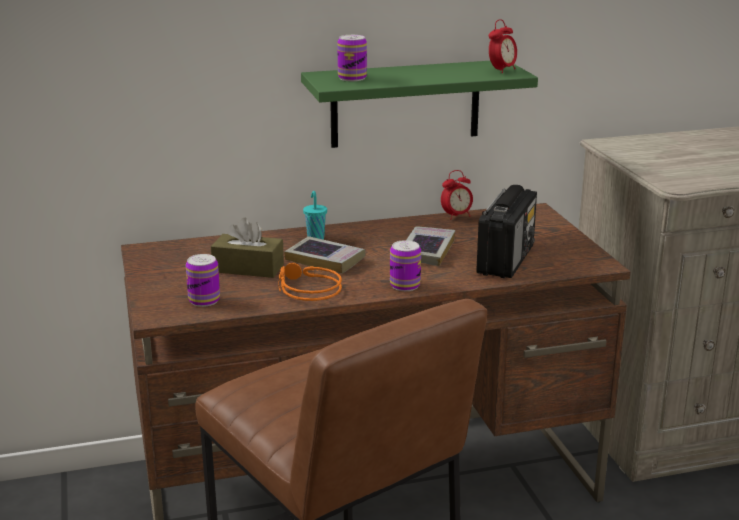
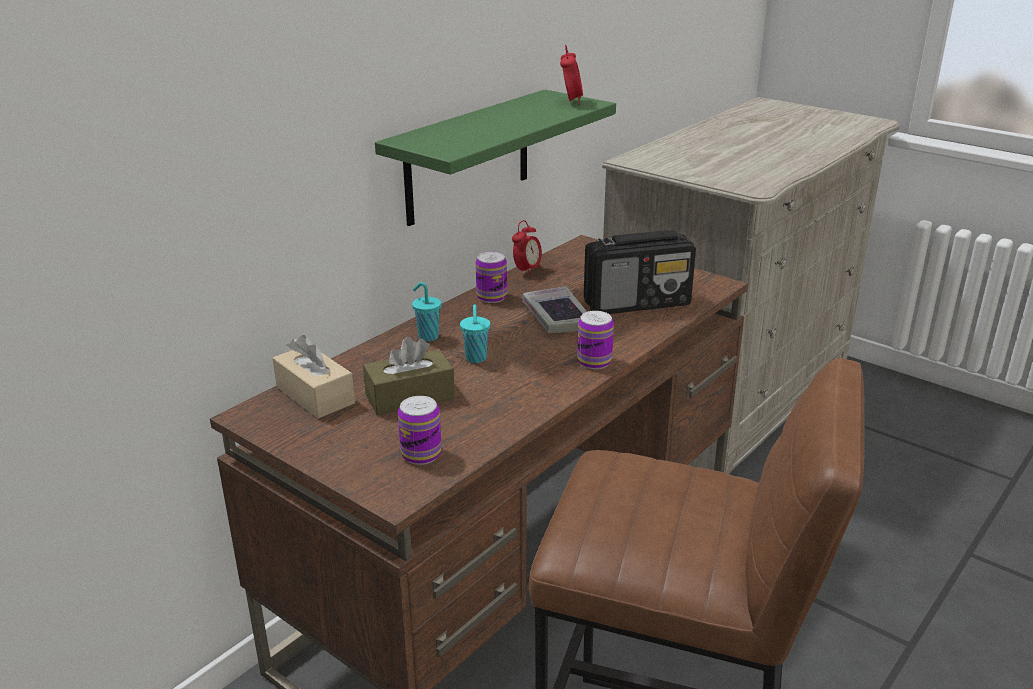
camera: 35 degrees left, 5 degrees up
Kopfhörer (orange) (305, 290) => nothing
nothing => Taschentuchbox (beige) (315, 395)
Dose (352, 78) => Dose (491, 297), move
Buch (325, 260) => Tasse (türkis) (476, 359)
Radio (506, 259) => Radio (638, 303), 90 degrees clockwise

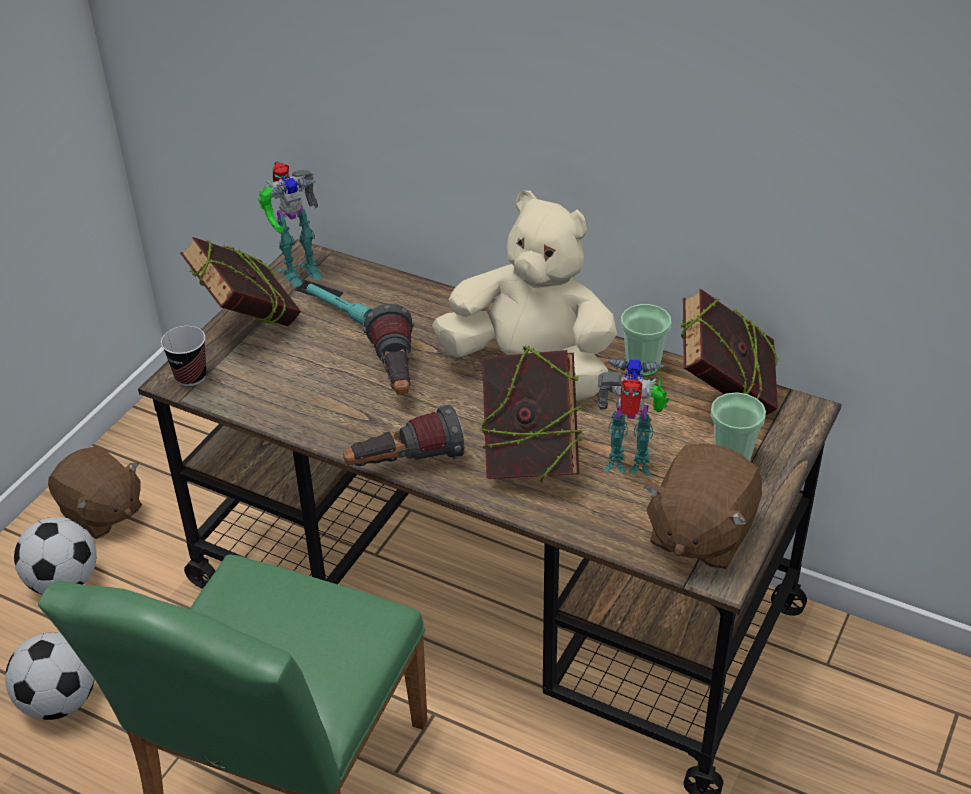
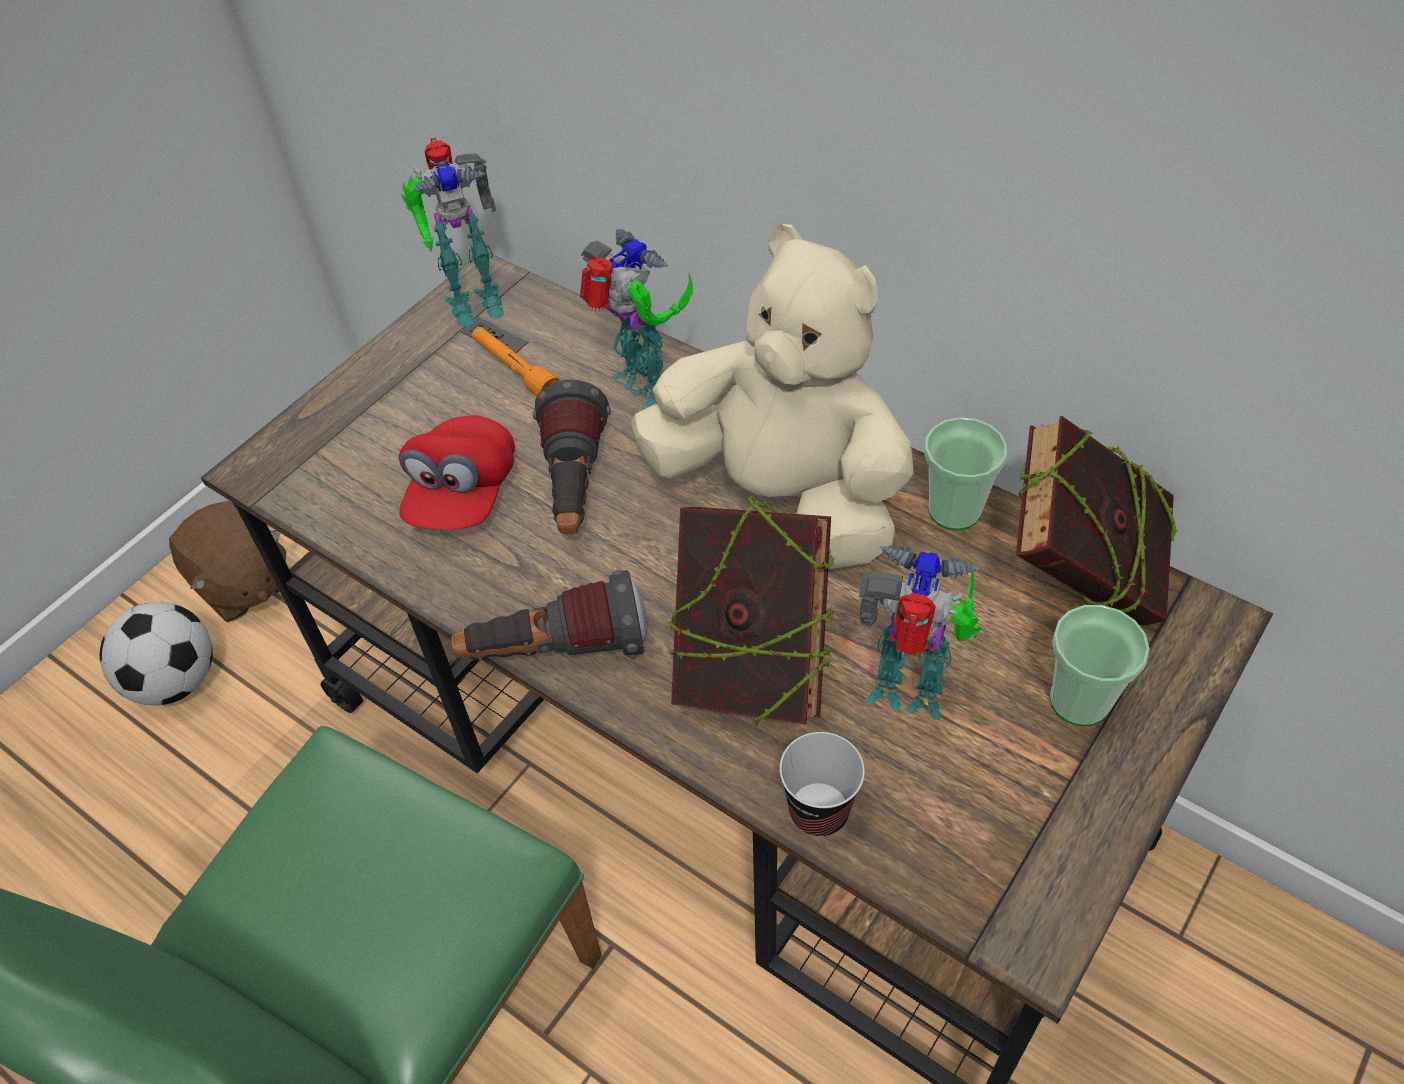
camera: 10 degrees right, 10 degrees up
Fußball (59, 701) => nothing
Buch (248, 325) => nothing
Plüschtier (braun) (700, 533) => nothing
nothing => Kappe (rot) (463, 494)
nothing => Spielzeugroboter (644, 385)
Tasse (190, 376) => Tasse (819, 811), move
Taschenlampe (türkis) (339, 310) => Taschenlampe (orange) (515, 371)

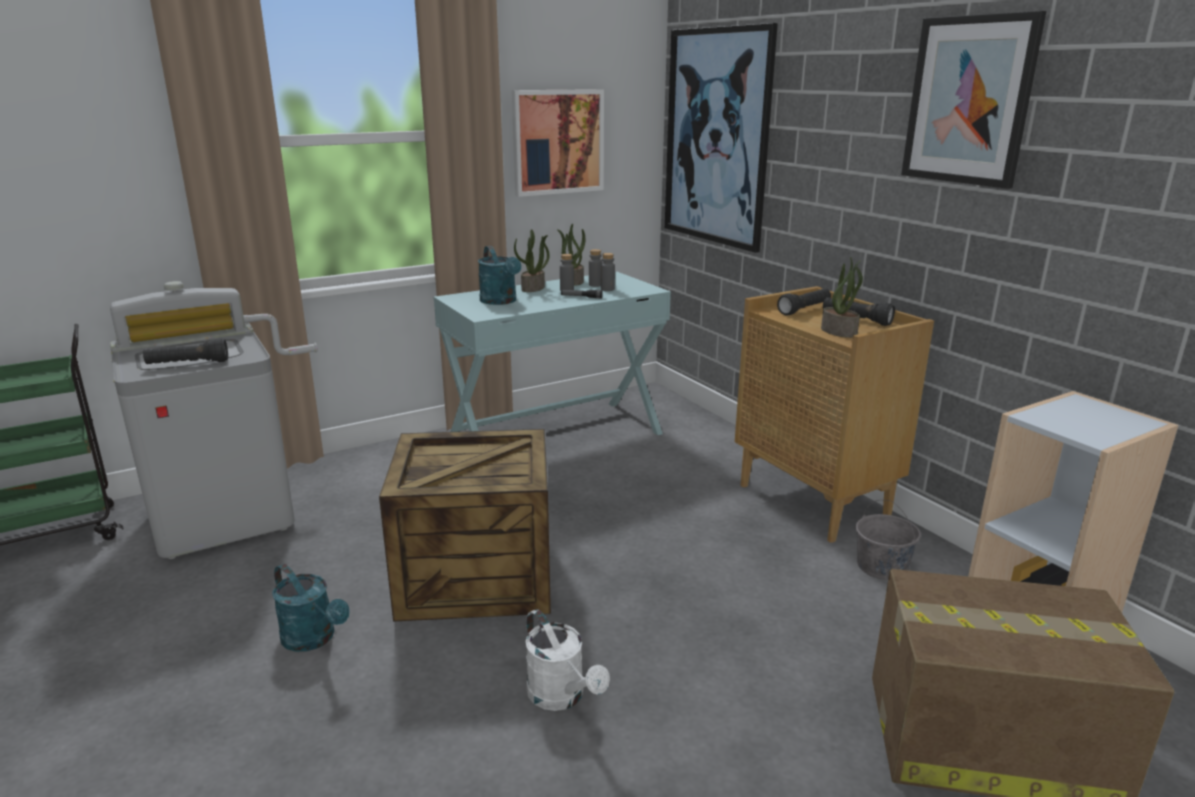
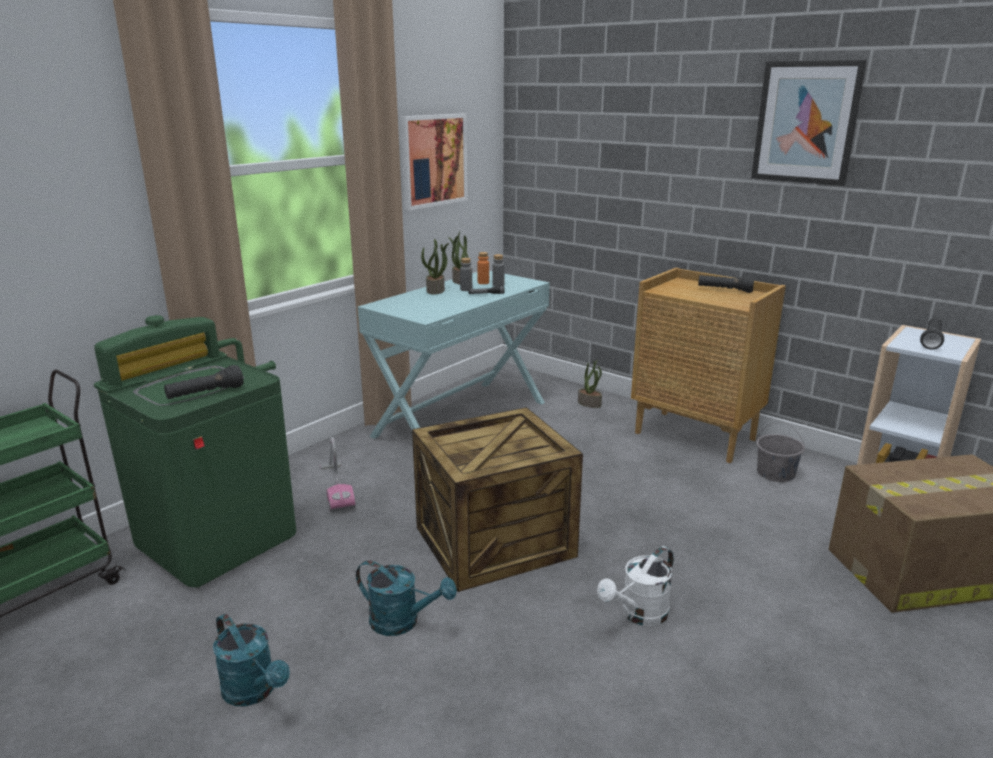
camera: 20 degrees left, 0 degrees up
Bild (716, 138) => nothing
nothing => Staubsauger (336, 487)
Gießkanne (türkis) (501, 301) => Gießkanne (türkis) (254, 692), move
Taschenlampe (schwarz) (804, 310) => Taschenlampe (schwarz) (931, 341), move
Topfpflanze (839, 332) => Topfpflanze (590, 403), move
Waschmaschine (grau) (226, 517) => Waschmaschine (grün) (219, 539)
Flasche (grau) (595, 285) => Flasche (orange) (483, 282)
Gießkanne (weiß) (562, 697) => Gießkanne (weiß) (639, 615), 105 degrees clockwise

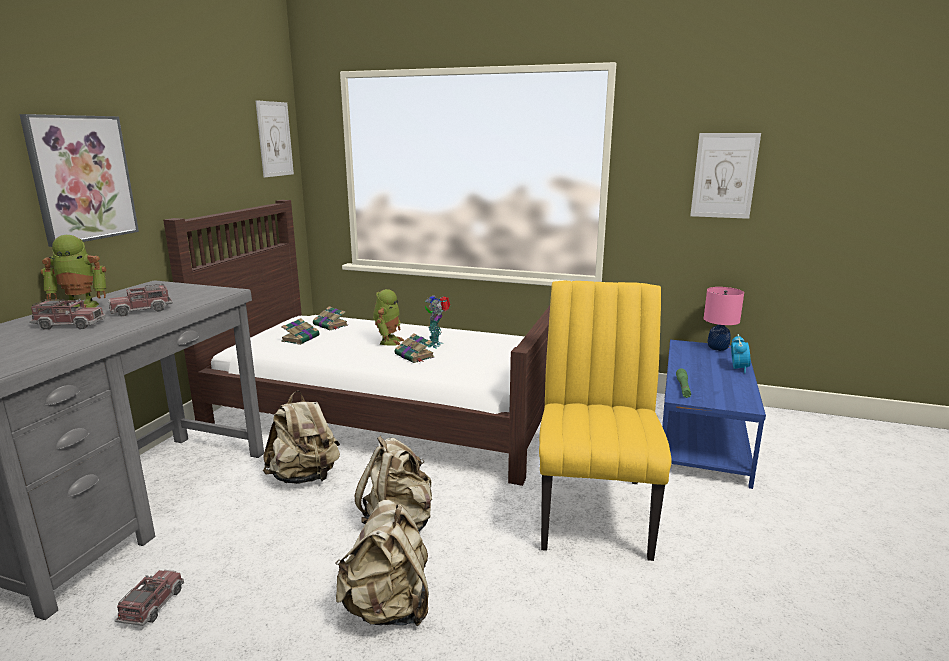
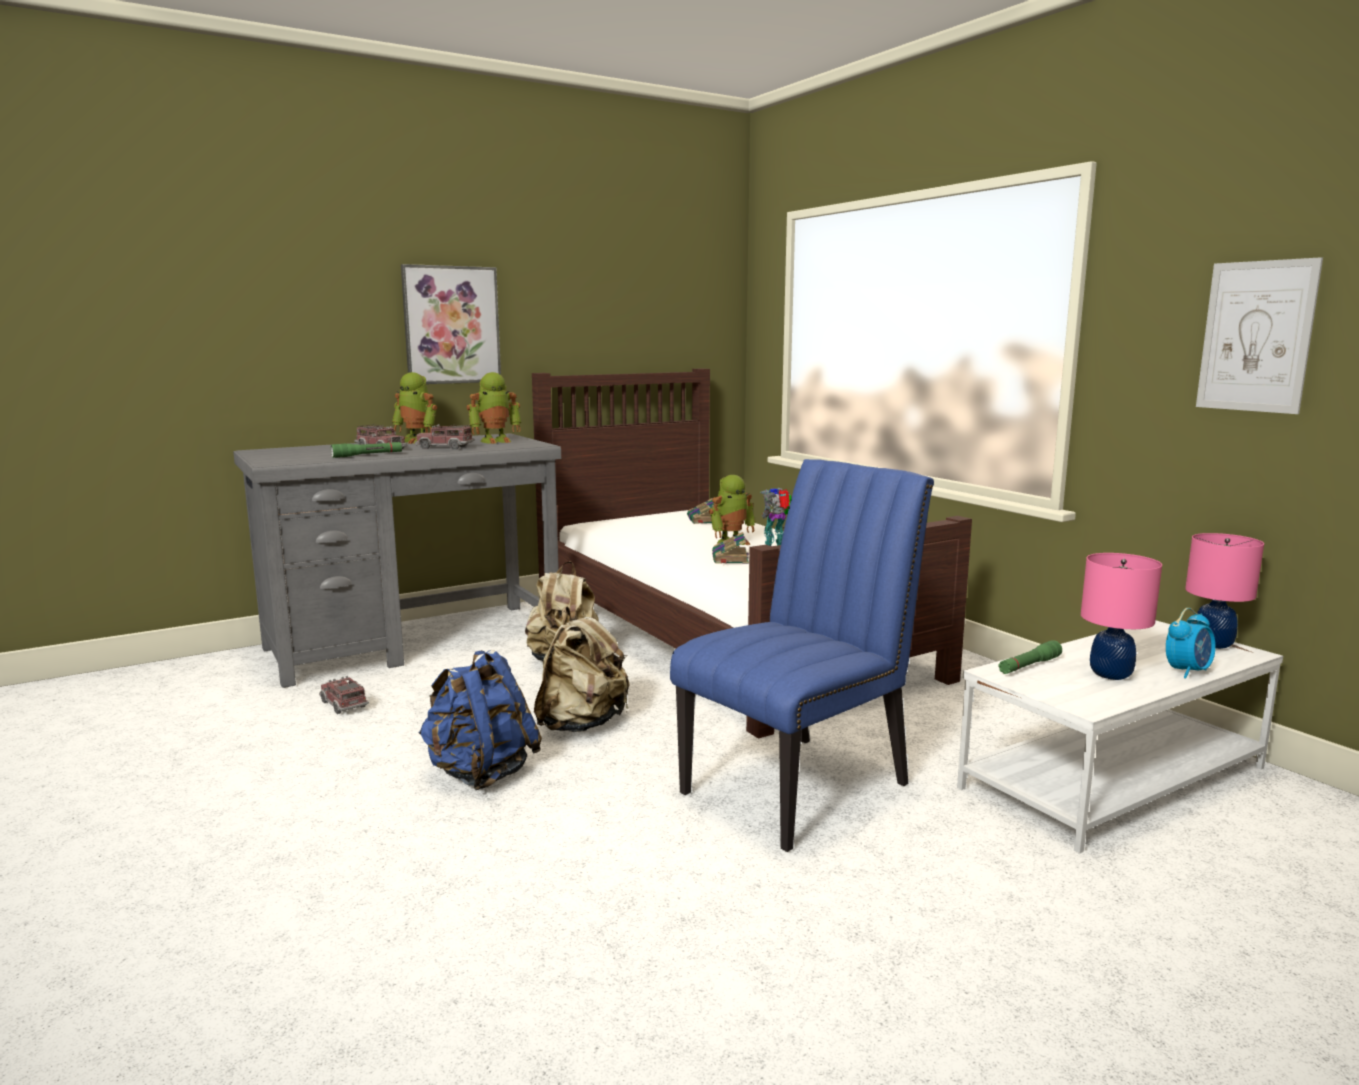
camera: 40 degrees right, 5 degrees down
Bild (274, 139) => nothing
Buch (301, 338) => nothing
nothing => Taschenlampe (grün) (367, 455)
nothing => Spielzeugroboter (495, 441)
nothing => Tischlampe (rosa) (1111, 676)
Rucksack (beige) (388, 608) => Rucksack (blau) (480, 773)
Stuhl (gelb) (594, 514) => Stuhl (blau) (795, 790)
Couchtisch (blau) (701, 435) => Couchtisch (weiß) (1113, 776)
Spielzeuglaster (152, 605) => Spielzeuglaster (344, 704), 90 degrees counterclockwise

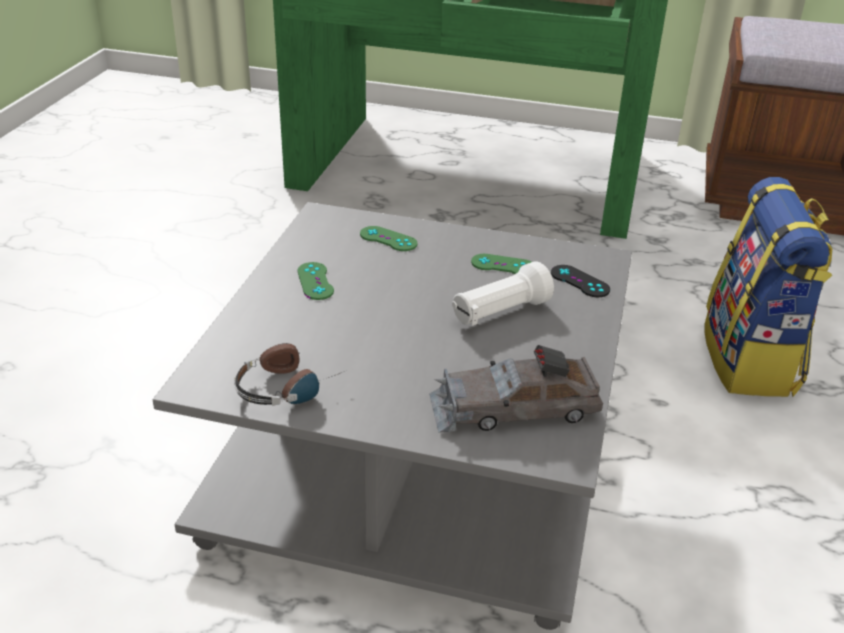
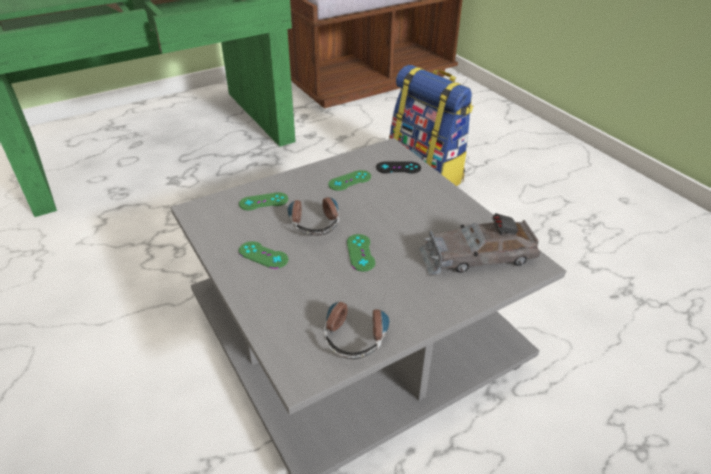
camera: 45 degrees left, 5 degrees up
Taschenlampe (weiß) (499, 312) => nothing
nothing => Kopfhörer (313, 219)
nothing => Gamepad (grün) (360, 252)
Spielzeugauto (grau) (513, 407) => Spielzeugauto (grau) (477, 256), 45 degrees clockwise

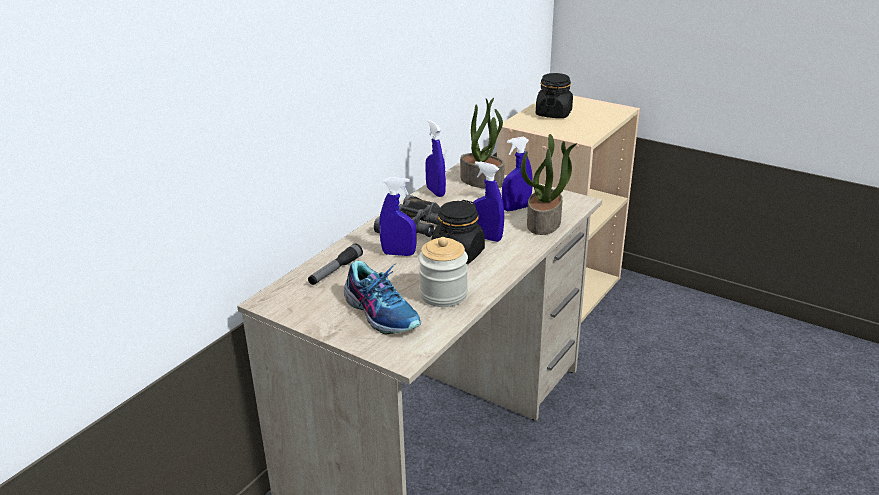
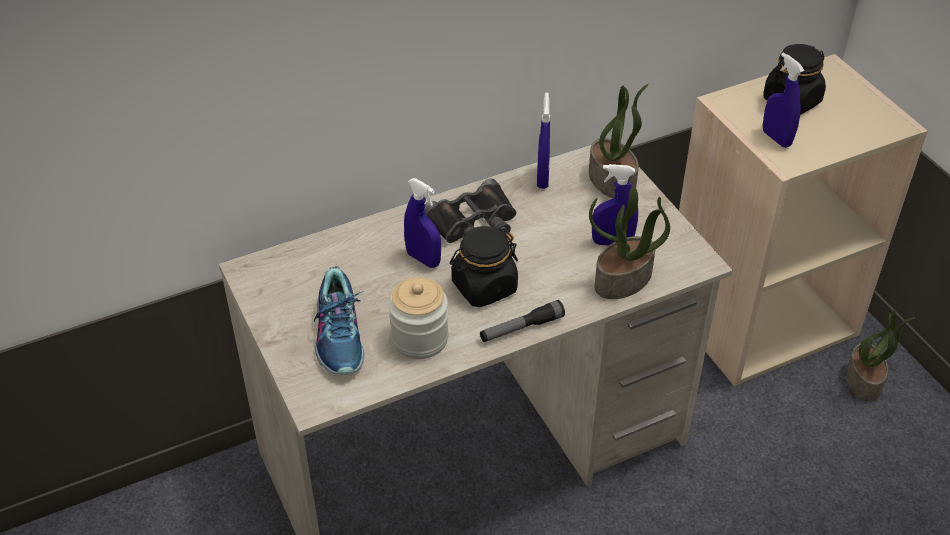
camera: 30 degrees right, 15 degrees up
nothing => Topfpflanze (864, 381)
Taschenlampe (335, 271) => Taschenlampe (521, 328), move
Sprühflasche (blau) (486, 238) => Sprühflasche (blau) (776, 138), move

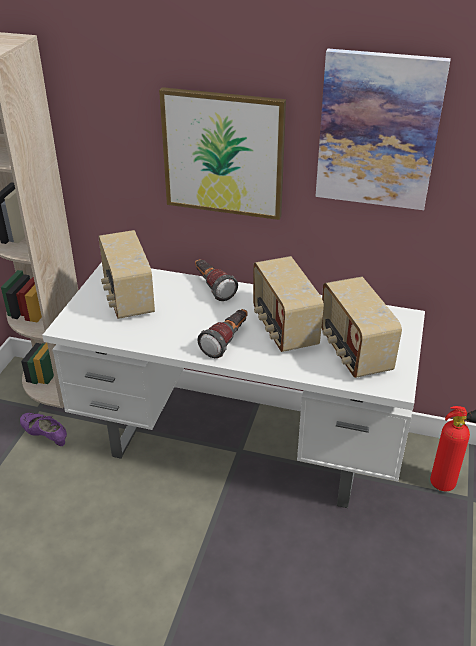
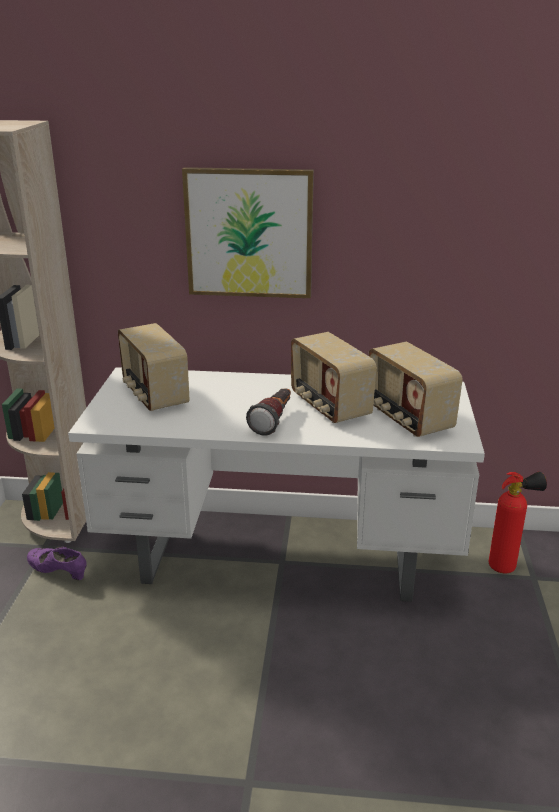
camera: 10 degrees left, 10 degrees down
Taschenlampe (212, 287) => nothing
Bild (378, 131) => nothing

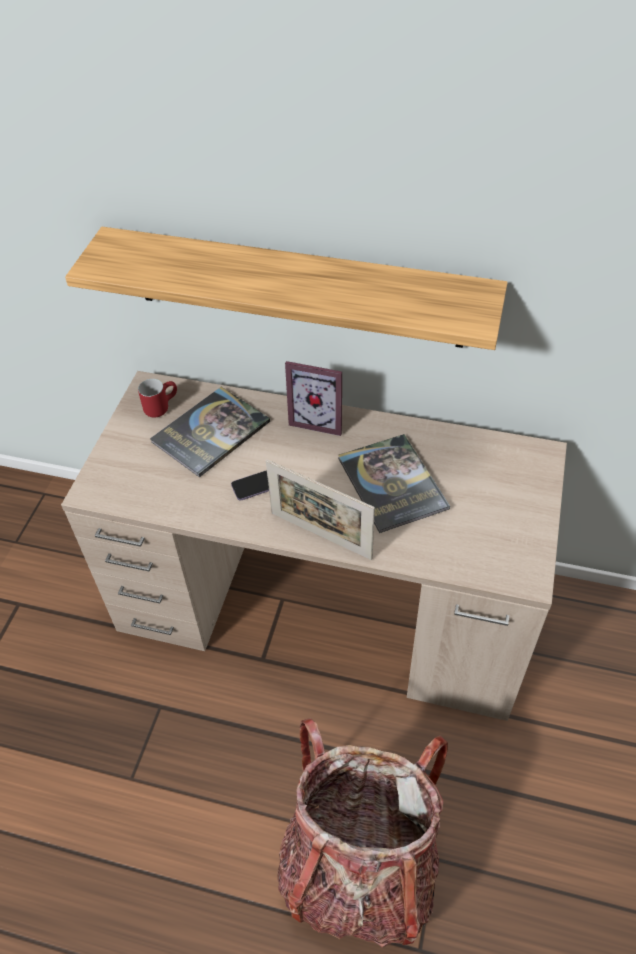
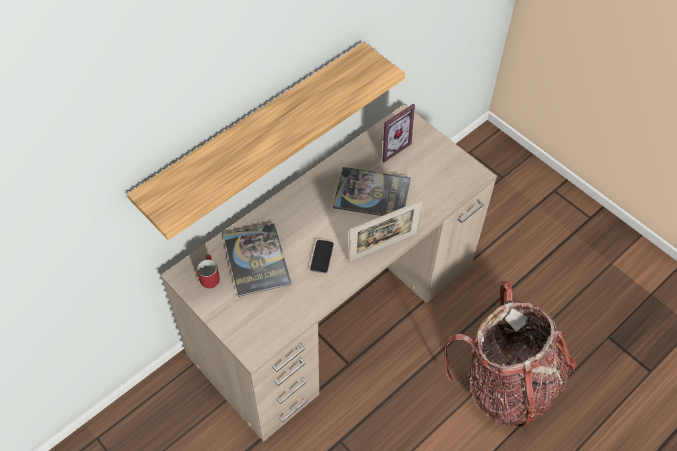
camera: 60 degrees left, 5 degrees up
Bilderrahmen (319, 419) => Bilderrahmen (390, 147), move

